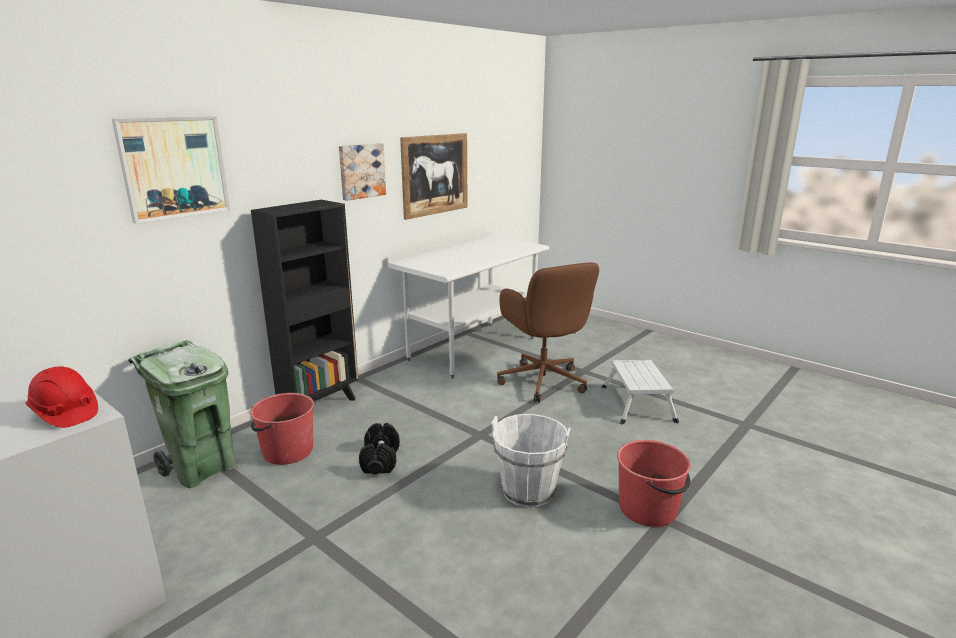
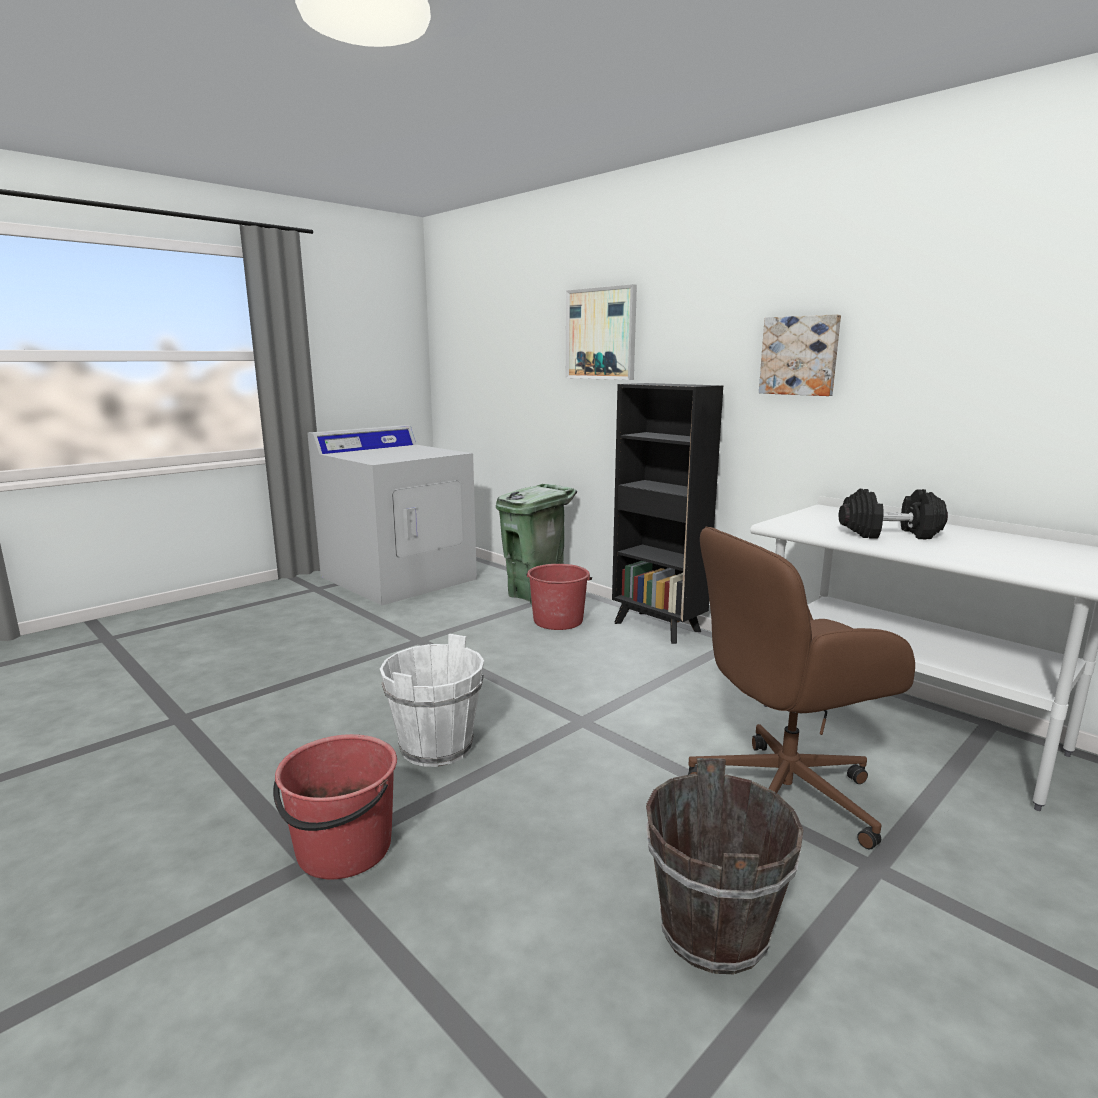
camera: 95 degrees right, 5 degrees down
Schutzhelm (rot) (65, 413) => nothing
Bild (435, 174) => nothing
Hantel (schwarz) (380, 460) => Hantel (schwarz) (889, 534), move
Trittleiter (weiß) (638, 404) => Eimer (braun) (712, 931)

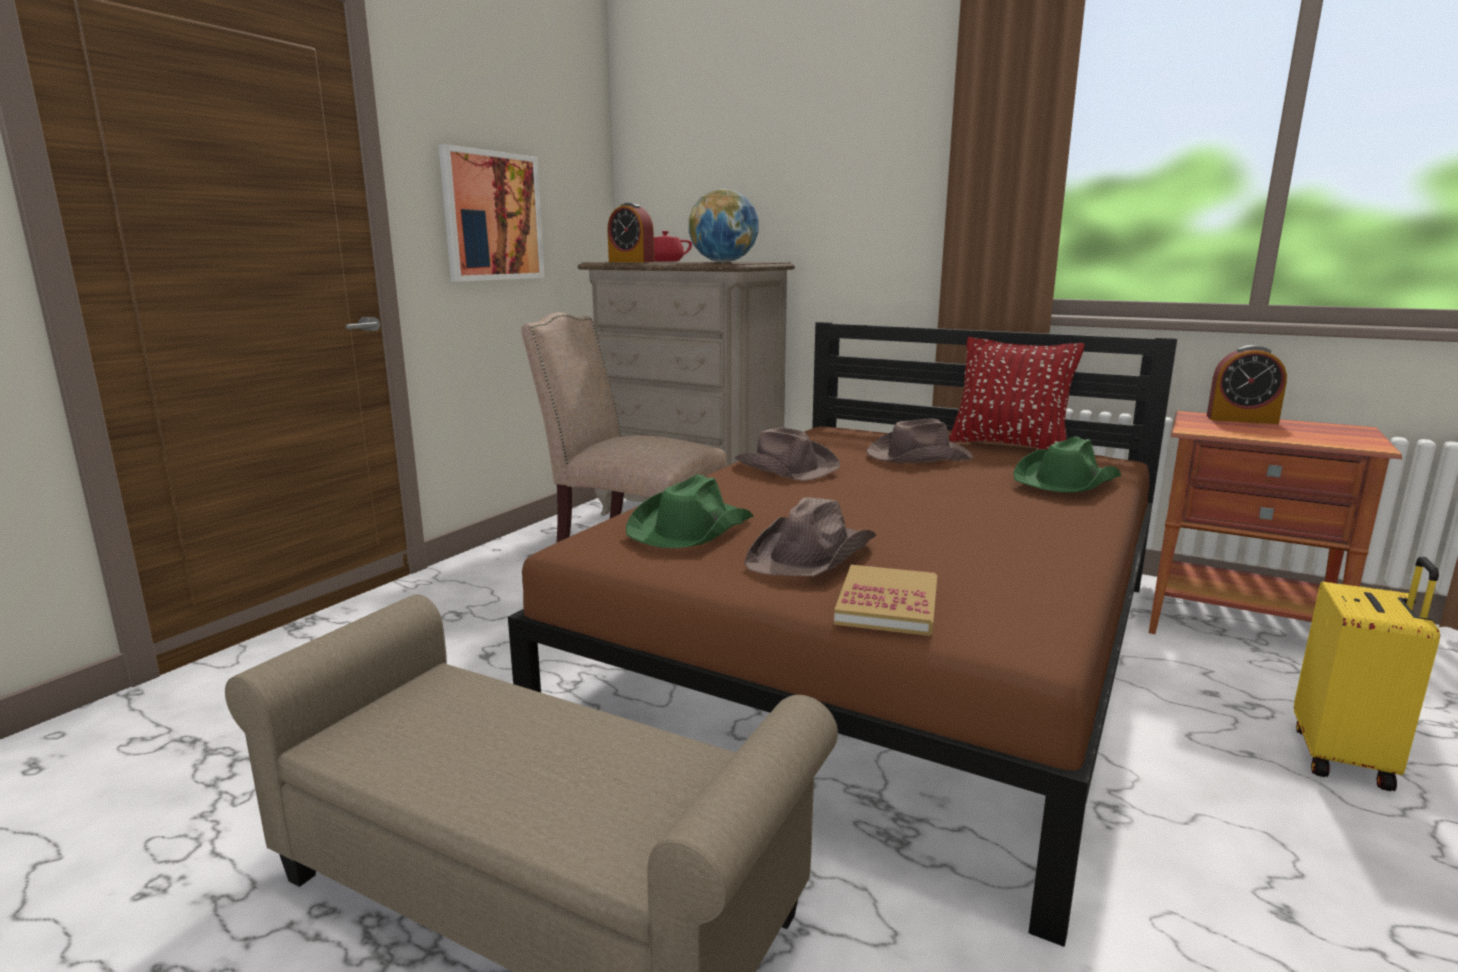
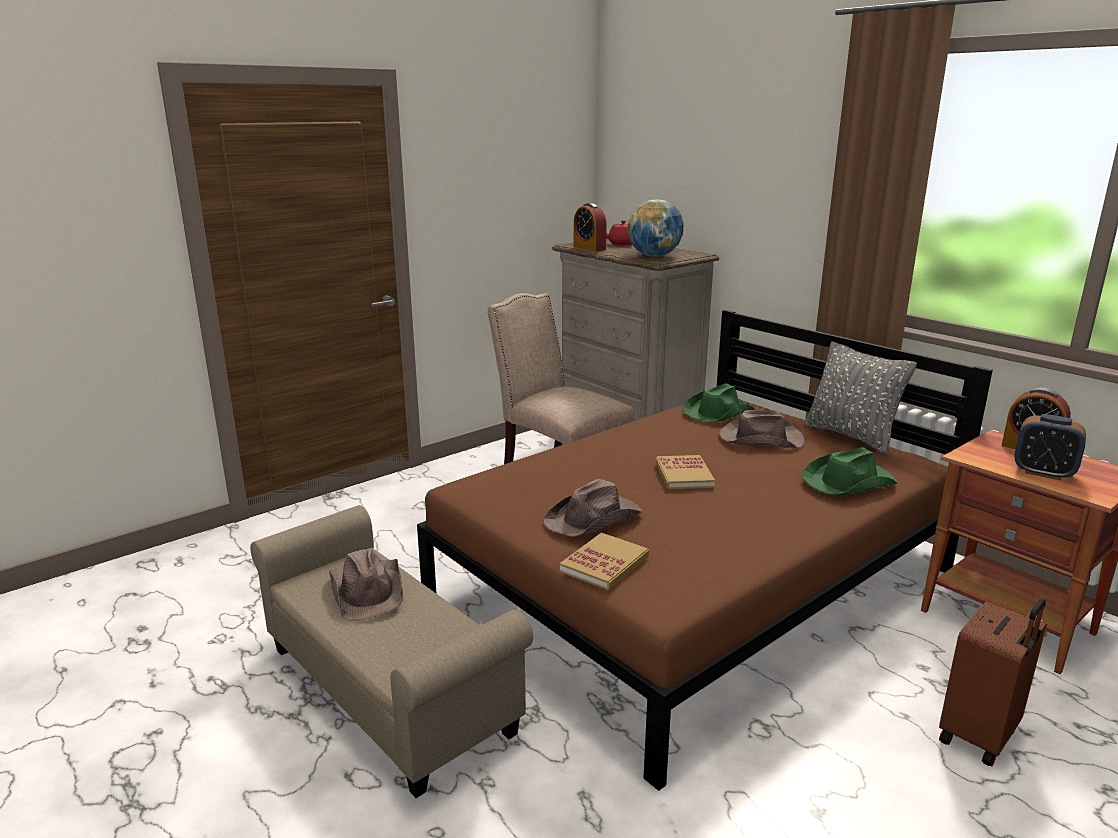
camera: 20 degrees right, 5 degrees up
Bild (492, 216) => nothing
nothing => Buch (683, 475)
nothing => Wecker (1043, 473)
Hut (grün) (690, 529) => Hut (grün) (717, 412), move
Hut (braun) (786, 467) => Hut (braun) (368, 590), move
Kissen (rot) (1009, 445) => Kissen (grau) (851, 436)
Koffer (gelb) (1344, 758) => Koffer (braun) (980, 736)

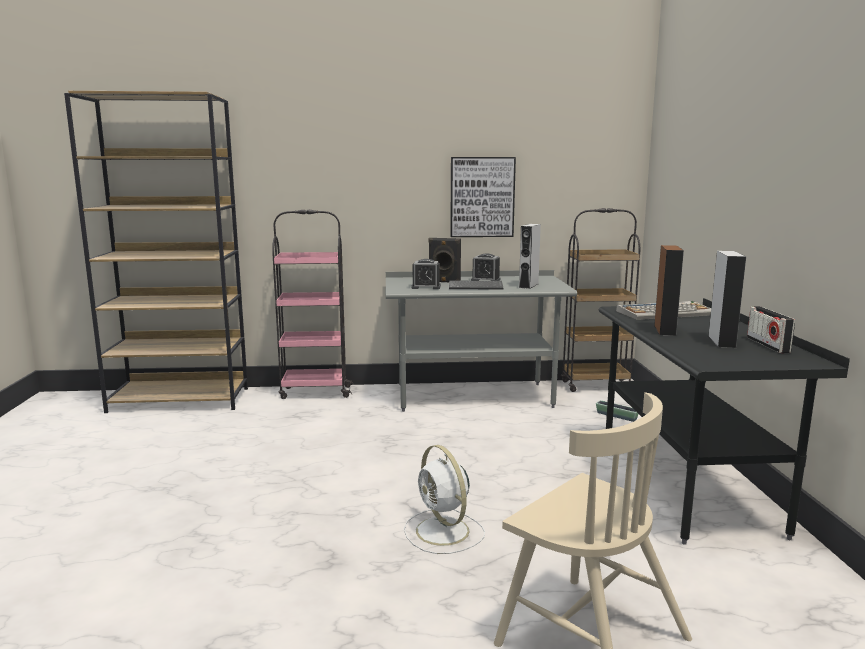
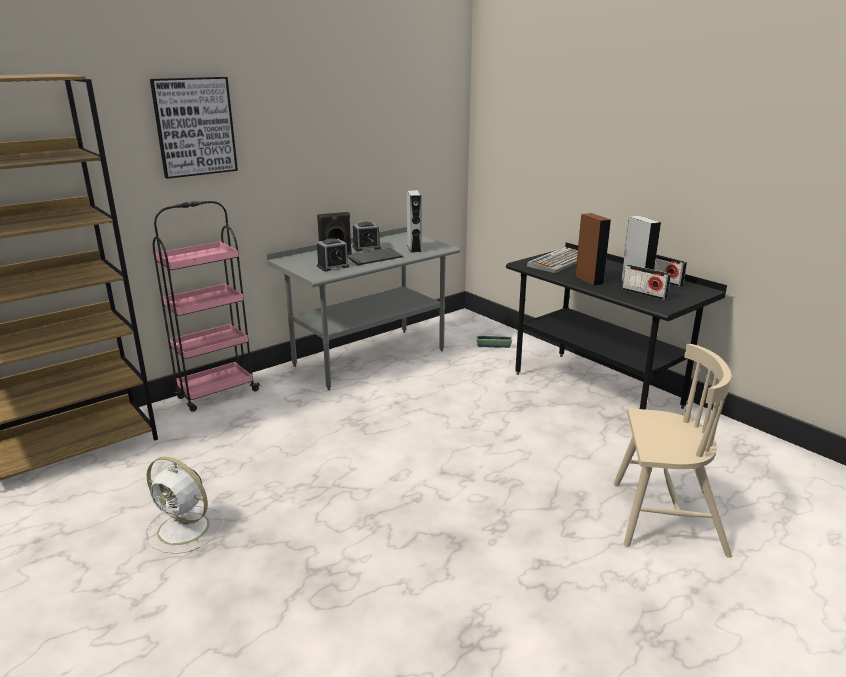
camera: 35 degrees left, 10 degrees up
Rollwagen (braun) (596, 386) => nothing
nothing => Radio (644, 294)
Ventilator (weiß) (444, 532) => Ventilator (weiß) (185, 529), move
Bild (482, 197) => Bild (195, 127), move

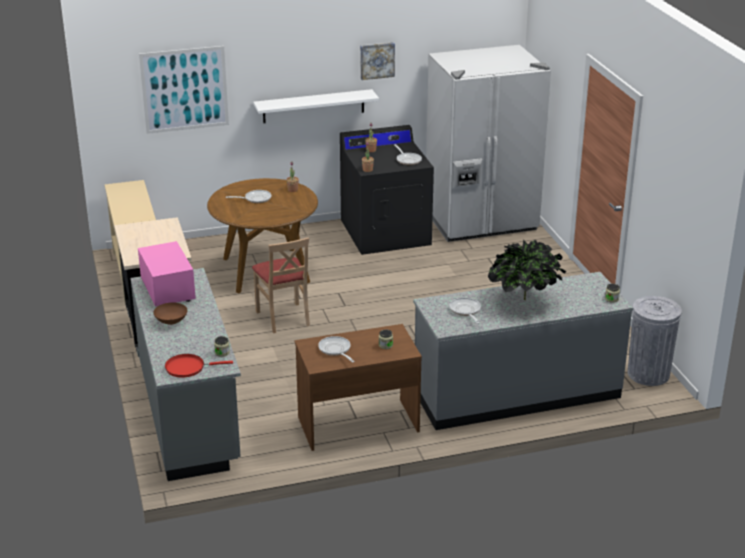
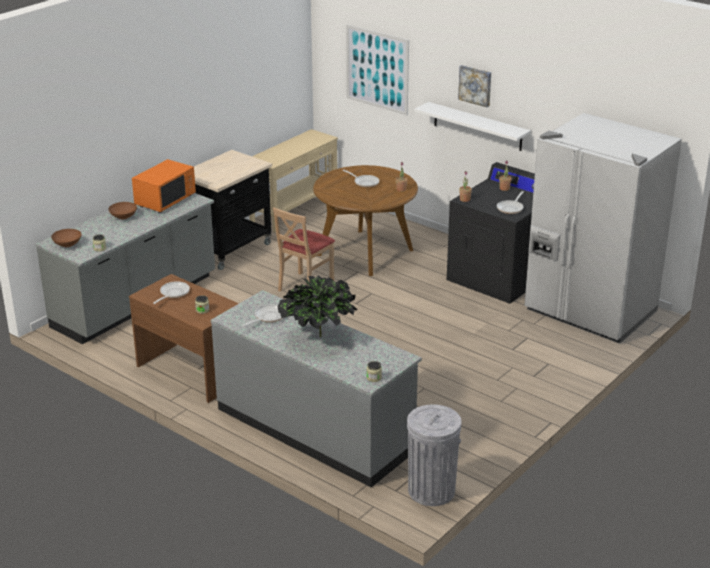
camera: 55 degrees right, 0 degrees up
Bild (377, 60) => Bild (475, 85), move
Pfanne (rot) (188, 368) => Schüssel (braun) (68, 245)
Mikrowelle (rosa) (167, 290) => Mikrowelle (orange) (165, 200)

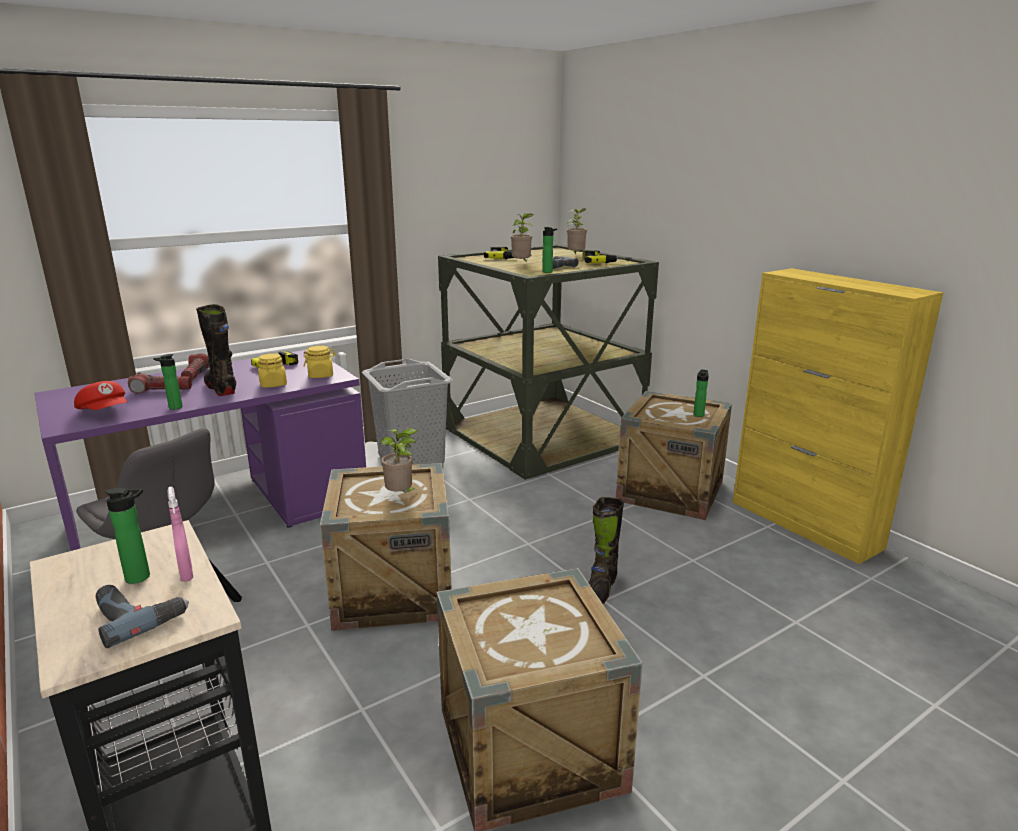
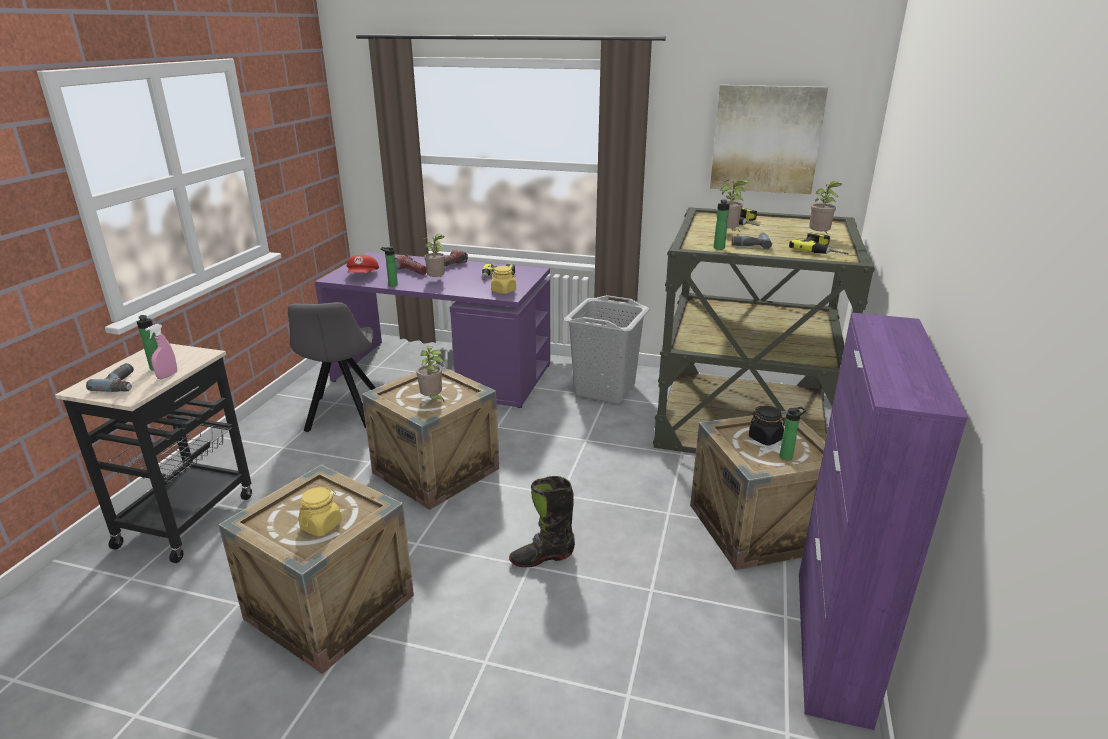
camera: 50 degrees right, 5 degrees up
nothing => Bild (766, 139)
nothing => Vorratsglas (schwarz) (765, 438)
Vorratsglas (gelb) (273, 384) => Vorratsglas (gelb) (321, 526), move
Stiefel (schwarz) (221, 389) => Topfpflanze (437, 280)
Schrank (gelb) (805, 525) => Schrank (lila) (831, 643)

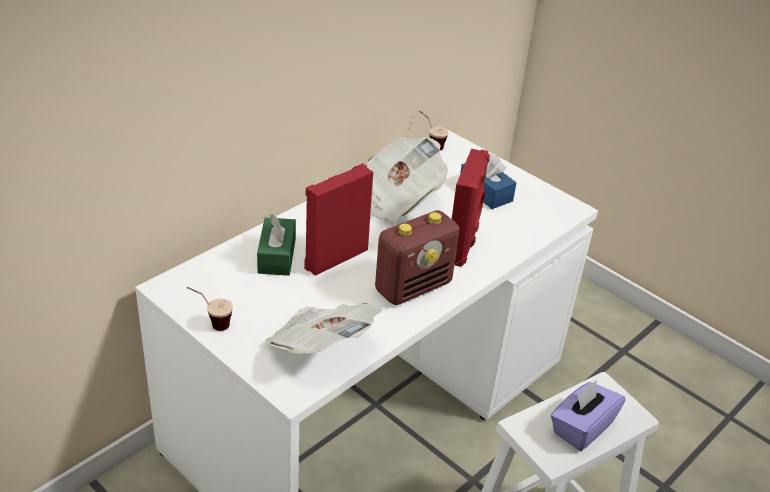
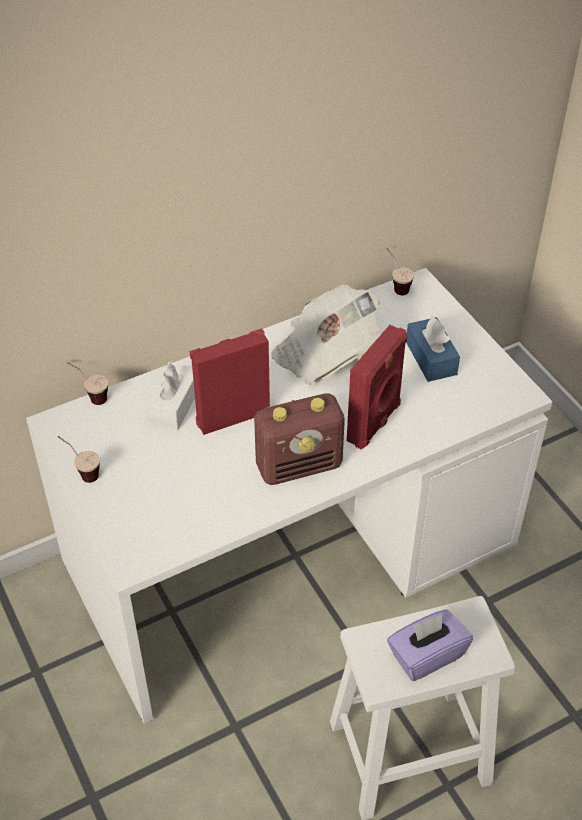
camera: 20 degrees right, 10 degrees up
Zeitung (322, 347) => nothing
nothing => Tasse (90, 396)
Taschentuchbox (grün) (277, 256) => Taschentuchbox (weiß) (174, 404)

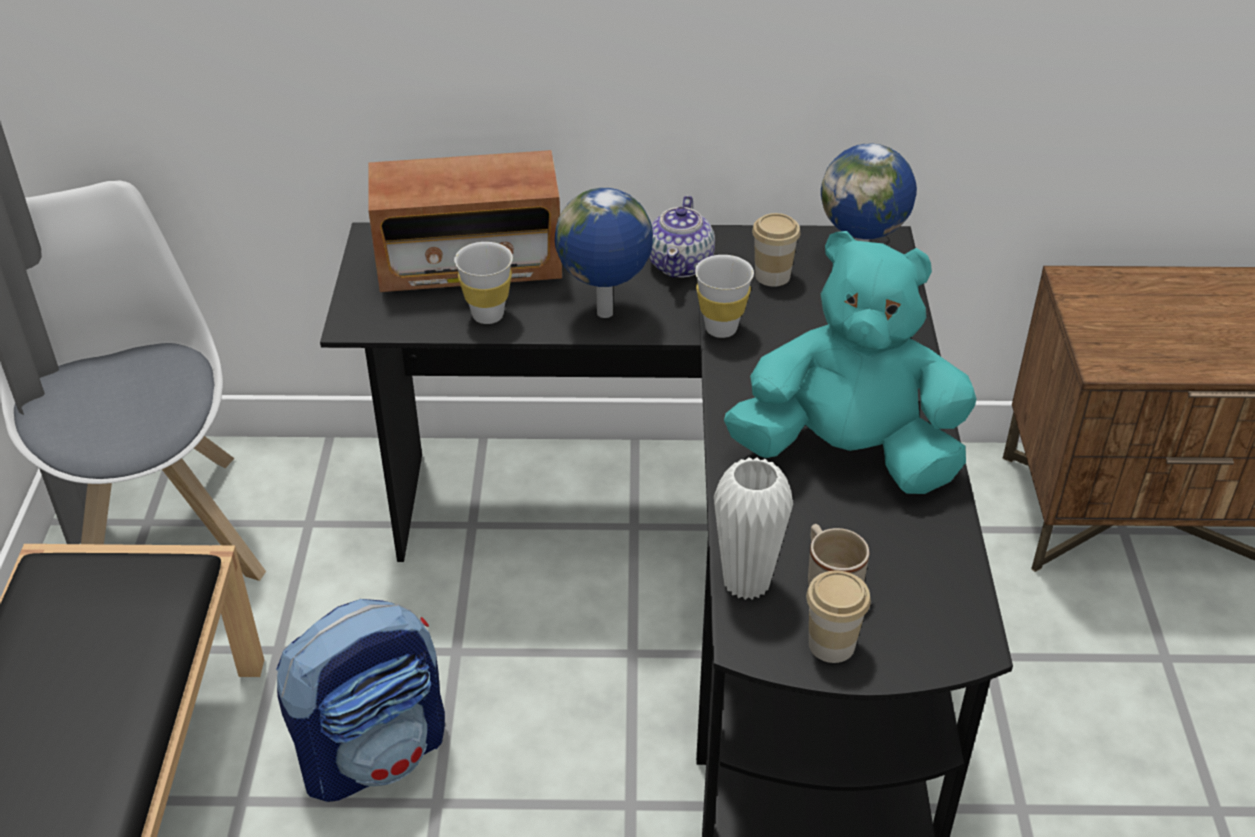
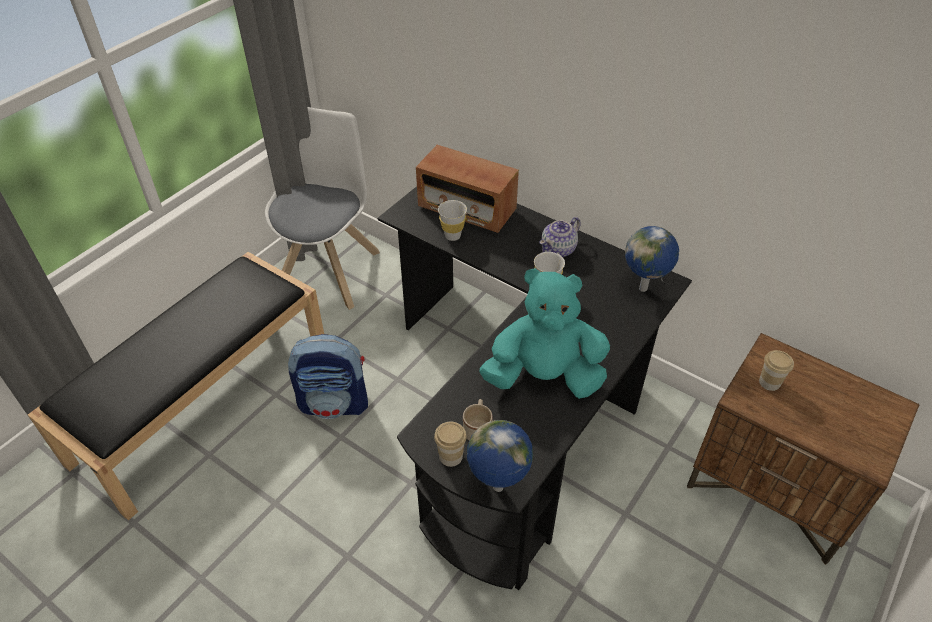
camera: 35 degrees right, 5 degrees up
Vase (weiß) (746, 582) => nothing
Globus (605, 314) => Globus (497, 488), move
Tasse (772, 276) => Tasse (769, 382), move
Plüschtier (türkis) (848, 455) => Plüschtier (türkis) (544, 377), 45 degrees counterclockwise

